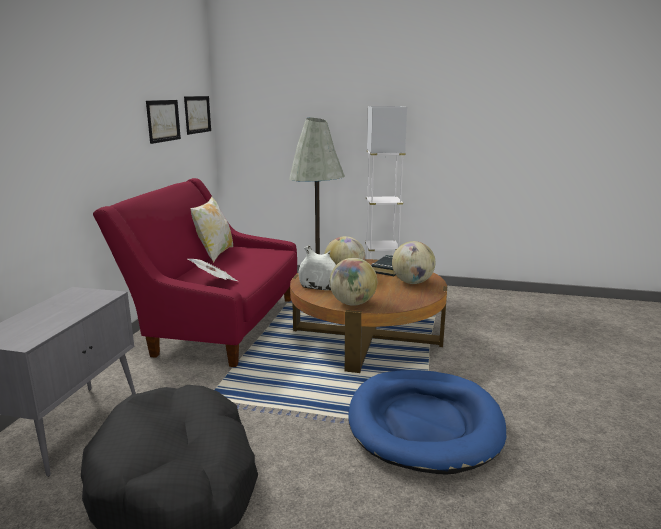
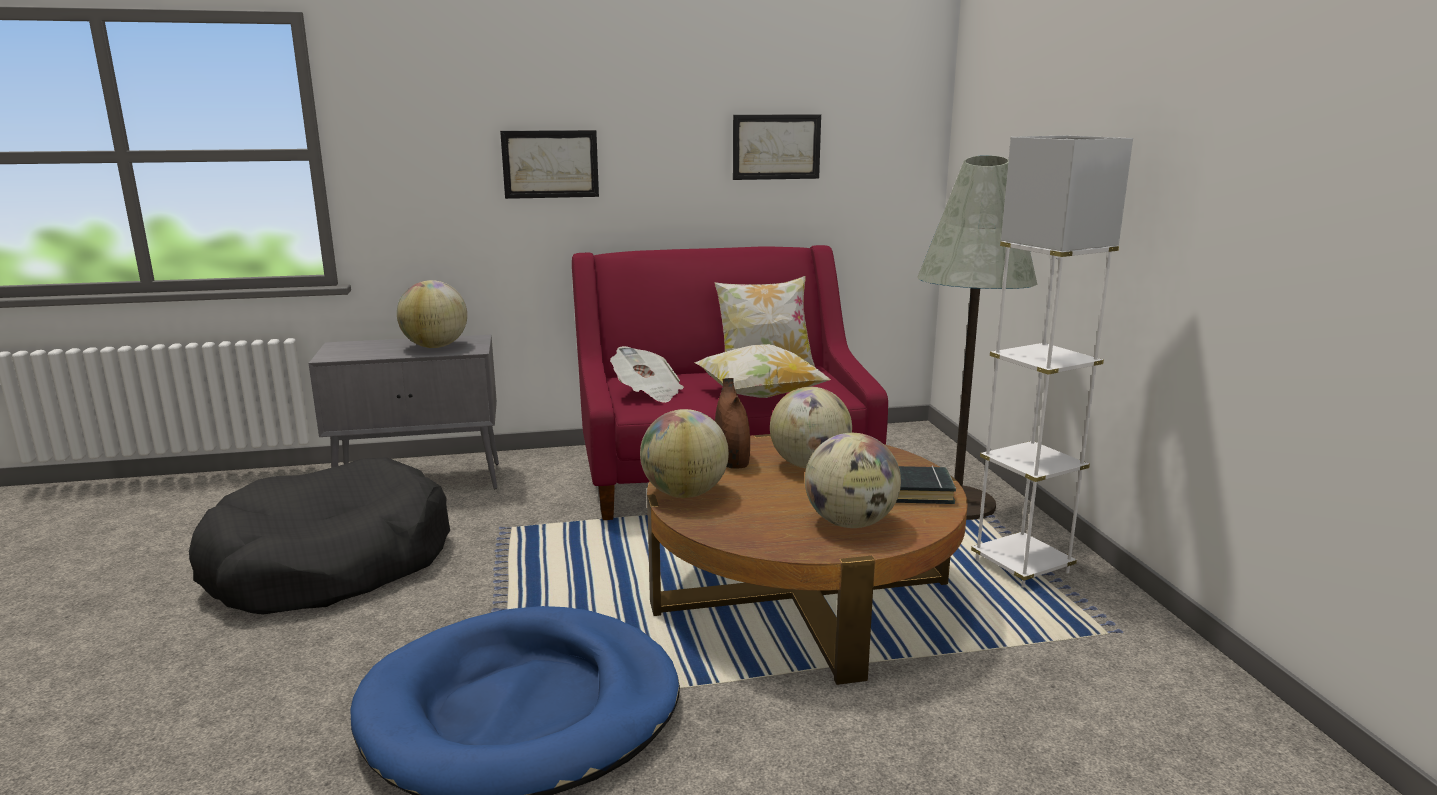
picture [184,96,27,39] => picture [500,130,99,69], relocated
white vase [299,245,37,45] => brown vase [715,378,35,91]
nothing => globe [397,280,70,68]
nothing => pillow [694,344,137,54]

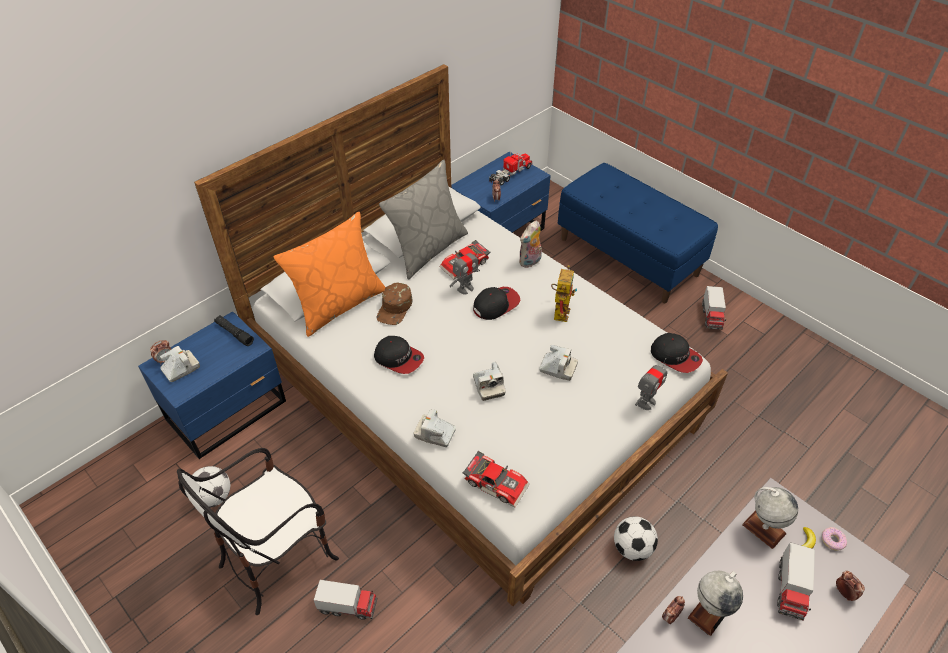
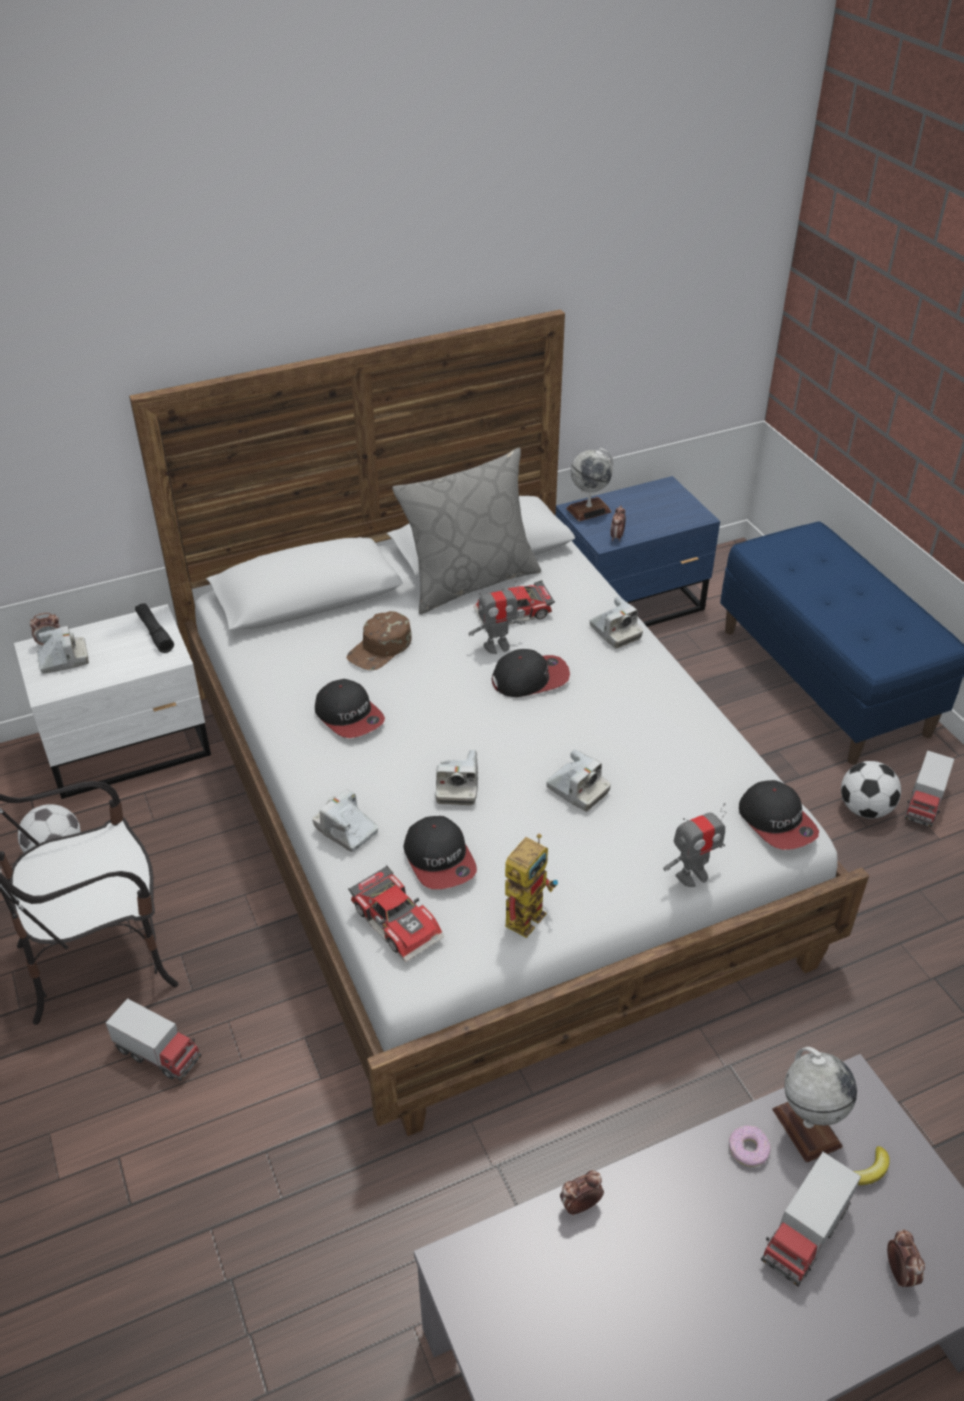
blue nightstand [138,311,148,148] => white nightstand [14,604,197,195]
orange pillow [274,212,112,125] => nothing
toy truck [489,152,43,34] => nothing
plush toy [519,221,23,47] => photo camera [590,596,53,53]
toy robot [551,265,26,57] => toy robot [505,834,53,104], relocated
football [614,516,44,45] => football [841,761,60,58], relocated
globe [688,571,55,65] => globe [566,448,47,73], relocated
donut [822,527,25,24] => donut [729,1126,42,41], relocated
nothing => cap [403,816,74,73]

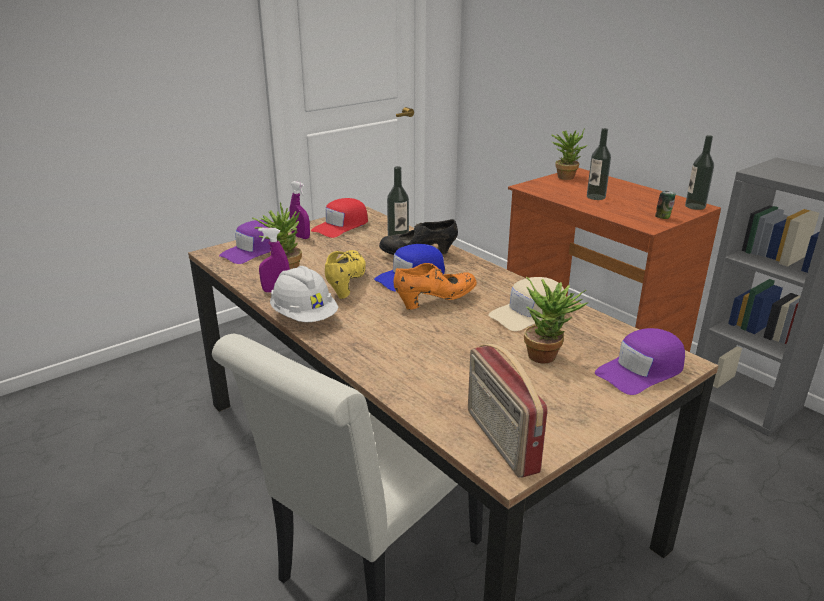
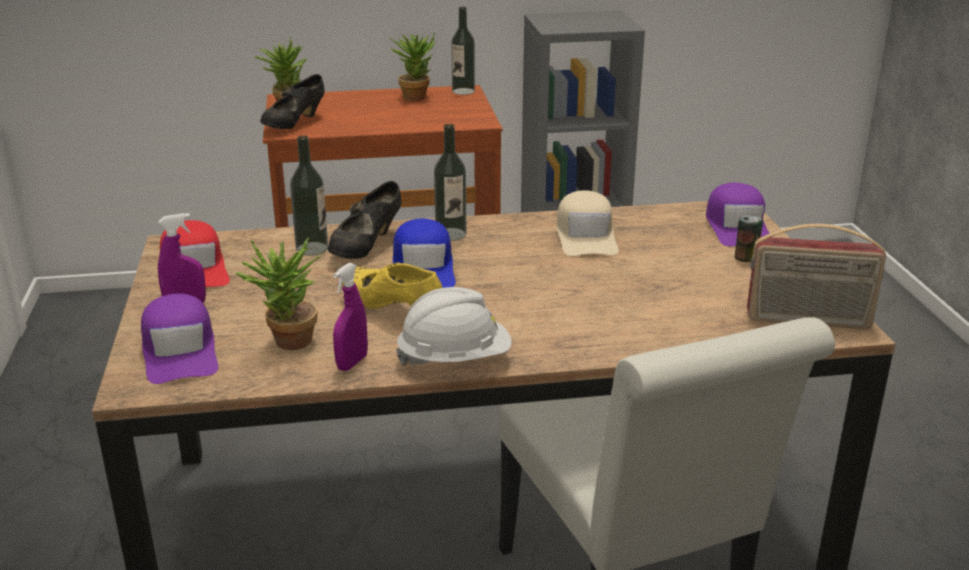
orange shoe [394,263,83,47] => nothing
potted plant [524,277,63,87] => potted plant [389,32,46,69], relocated
bottle [587,128,24,72] => bottle [434,124,32,117], relocated
can [655,191,21,28] => can [735,216,28,46], relocated
nothing => black shoe [260,74,65,55]

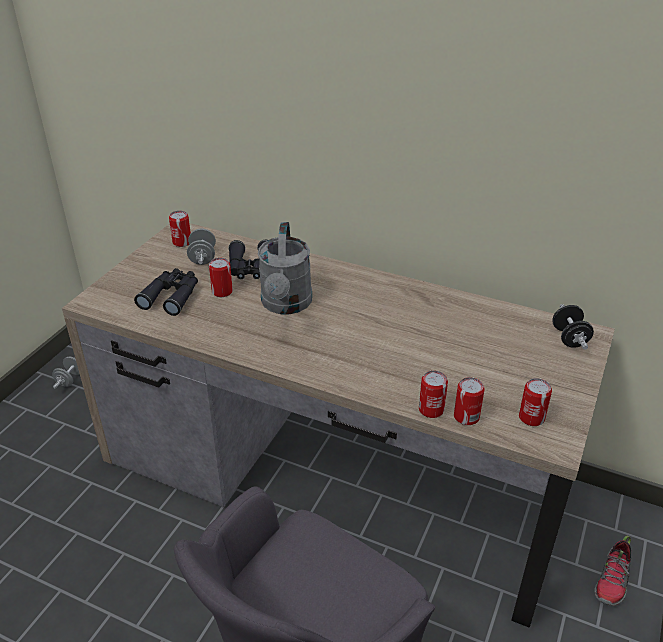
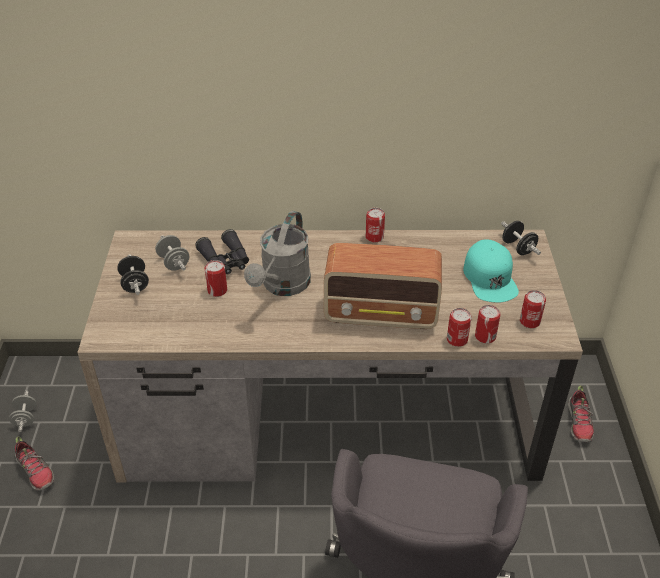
black binoculars [134,268,64,48] => nothing
can [169,211,22,36] => can [366,208,19,34], relocated
grey watering can [257,222,55,93] => grey watering can [244,211,67,85], 45 degrees clockwise
nothing => shoe [15,436,39,55]
nothing => black dumbbell [117,255,32,40]
nothing => radio [324,243,118,86]
nothing => turquoise cap [463,239,56,64]

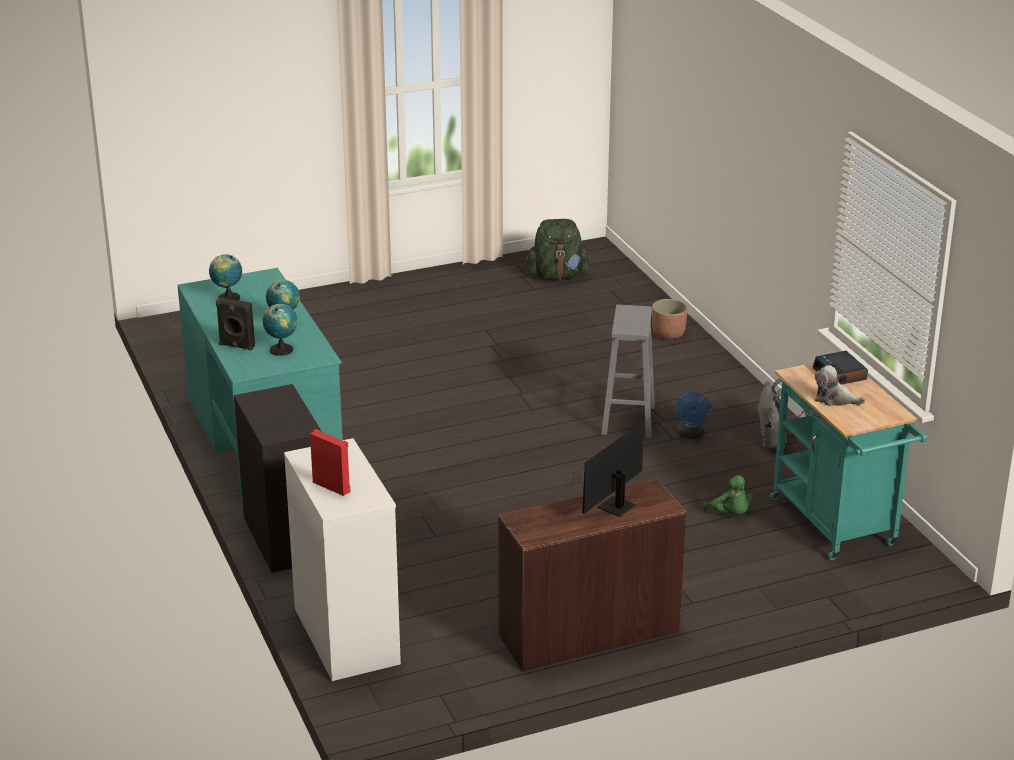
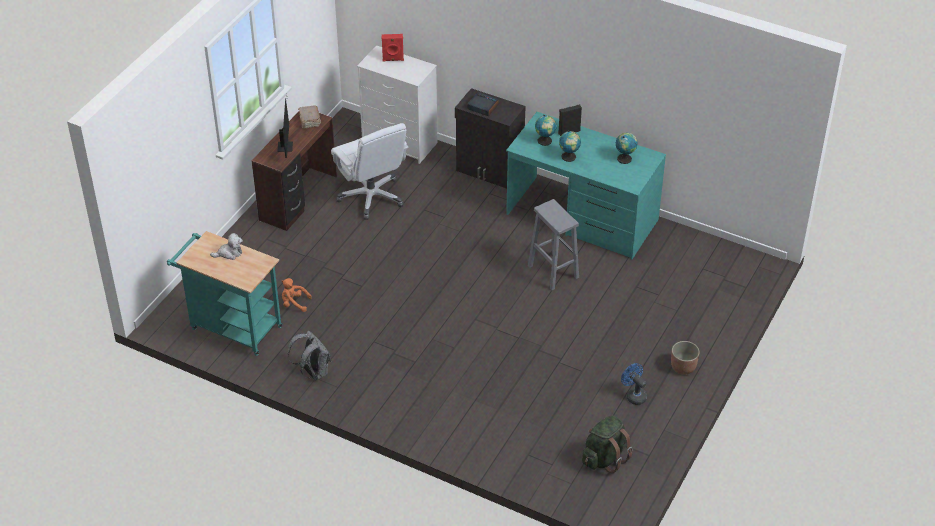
grey stool [601,305,54,133] => grey stool [528,199,51,91], relocated
planter [652,299,36,41] => planter [671,341,29,34], relocated
blue fan [675,392,37,47] => blue fan [621,363,26,42], relocated
green plush toy [703,475,51,40] => orange plush toy [282,278,30,34]
alarm clock [812,351,56,34] => alarm clock [467,92,32,24], relocated
nothing => brown book [298,105,23,24]
nothing => white office chair [331,123,77,97]

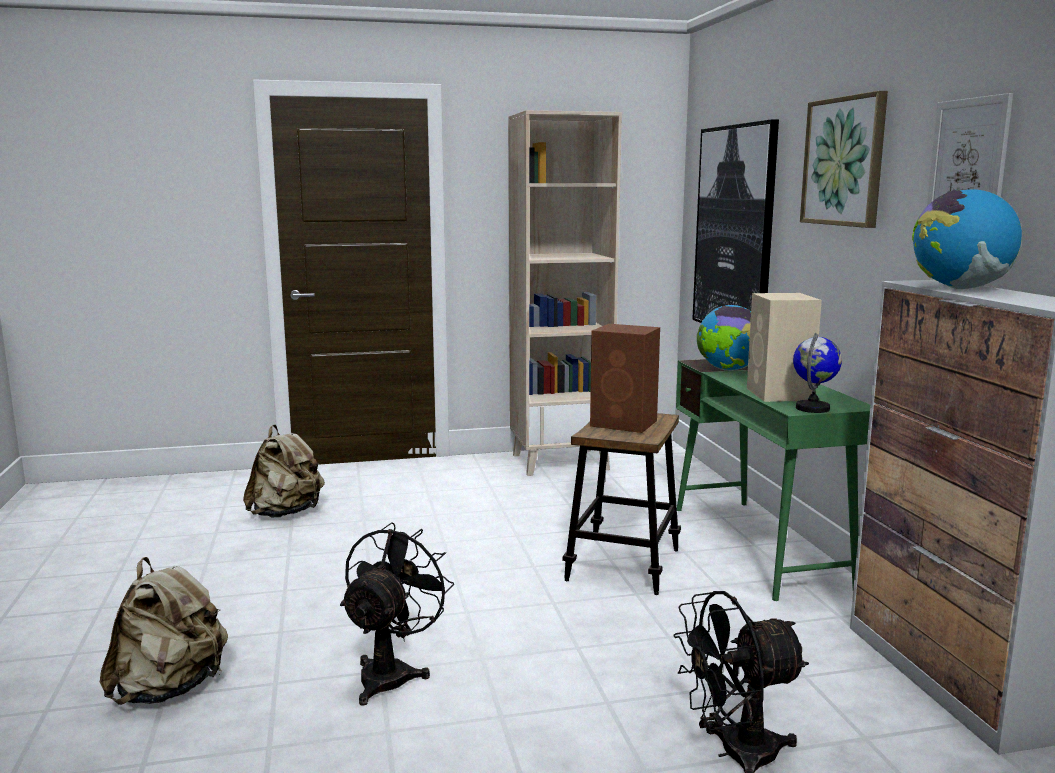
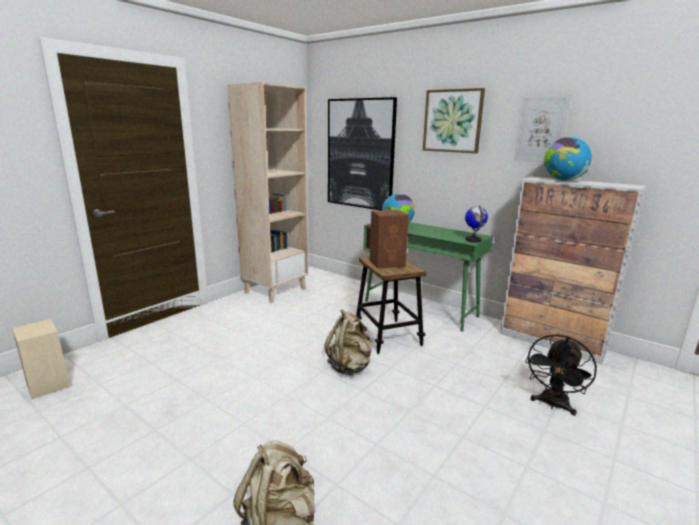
beige backpack [243,425,82,93] => beige backpack [324,309,48,66], relocated
black fan [340,522,114,184] => nothing
beige speaker [747,293,75,109] => beige speaker [12,319,58,80], relocated

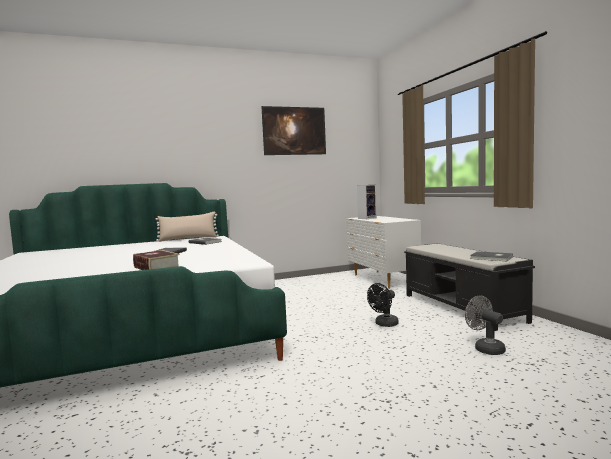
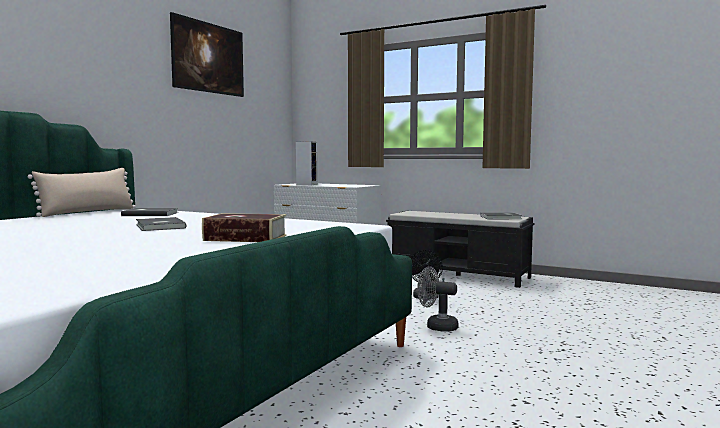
grey fan [465,295,41,60] => grey fan [417,266,42,66], relocated

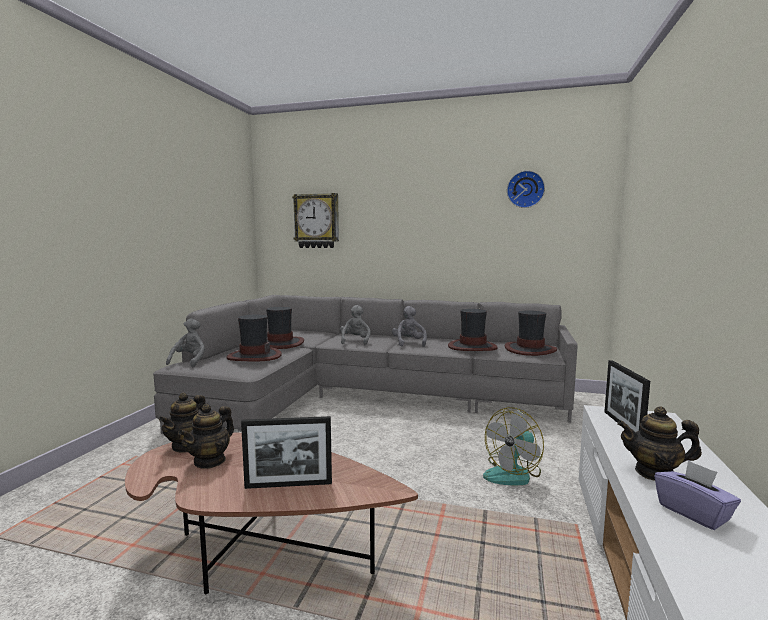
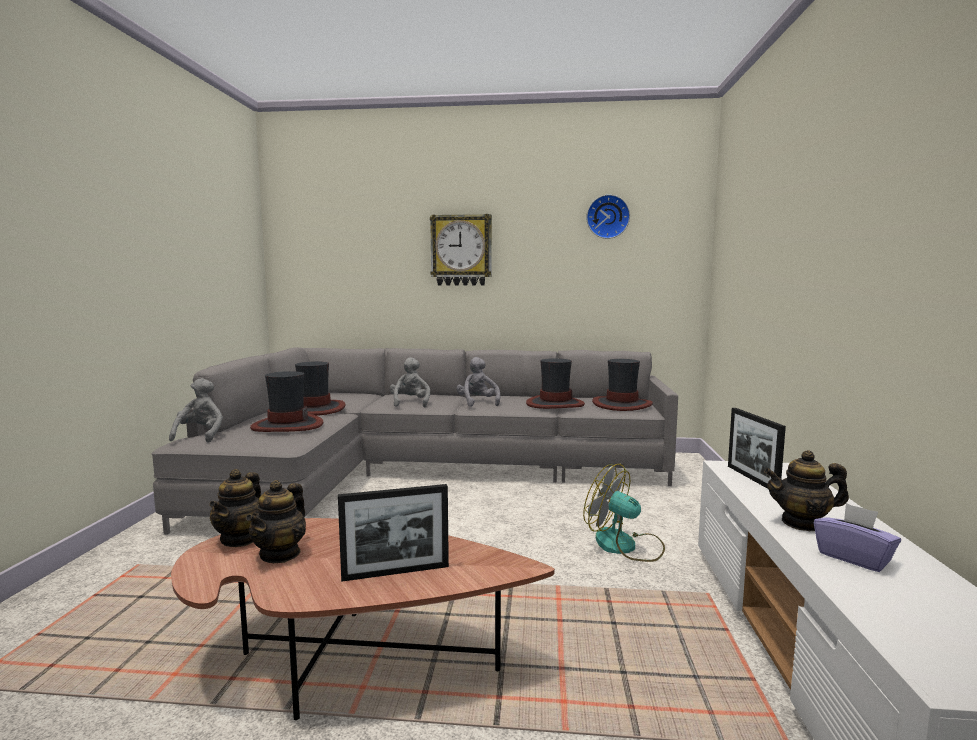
wall clock [292,193,47,55] => wall clock [430,214,62,72], relocated
fan [483,407,61,79] => fan [583,464,82,98], 90 degrees clockwise

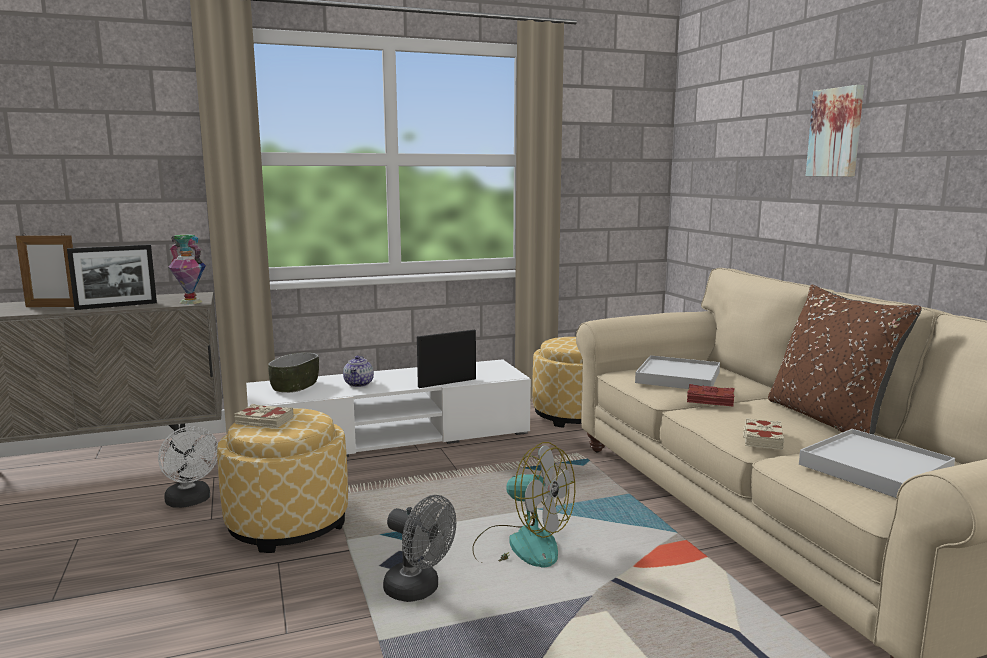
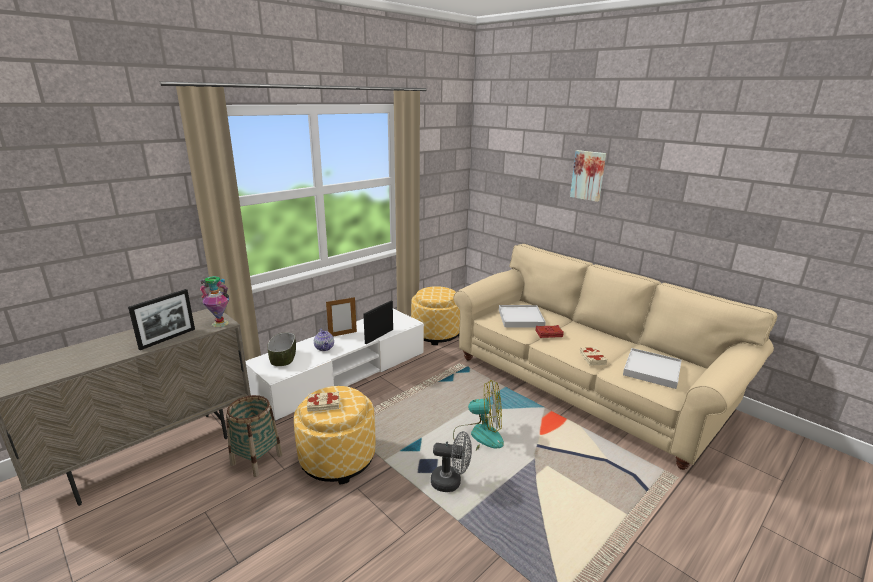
picture frame [16,234,58,73] => picture frame [326,297,31,40], relocated
white fan [158,426,60,82] => basket [226,395,57,82]
brown pillow [768,285,154,150] => nothing

